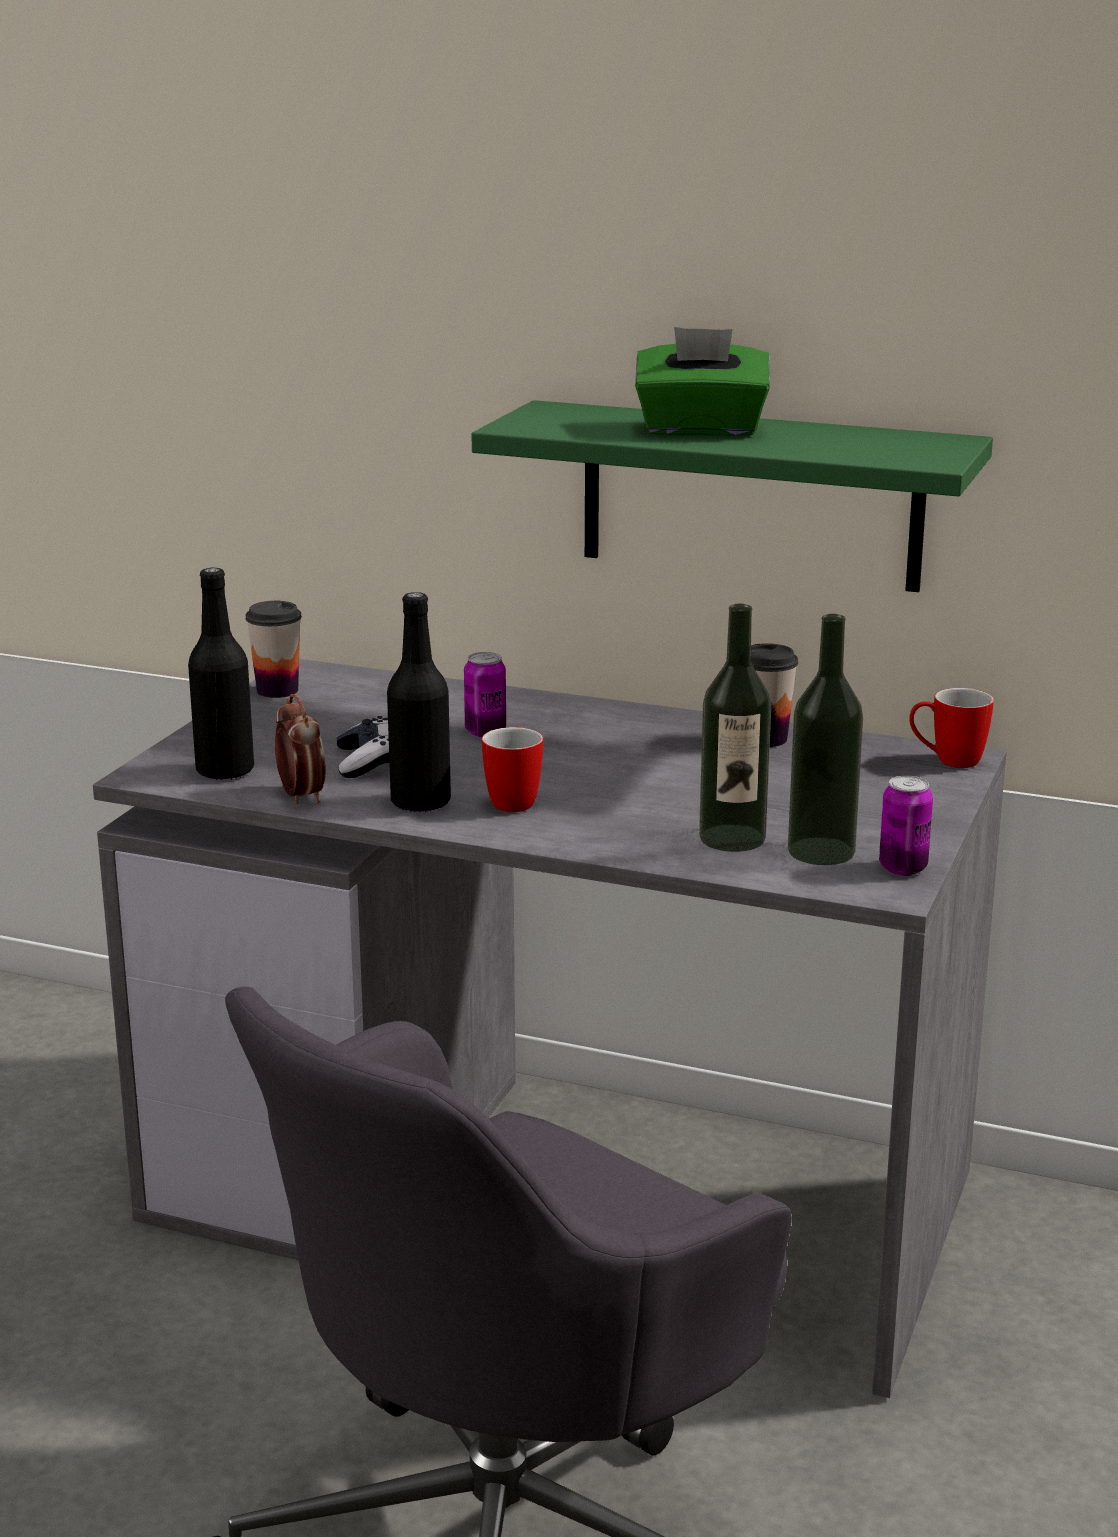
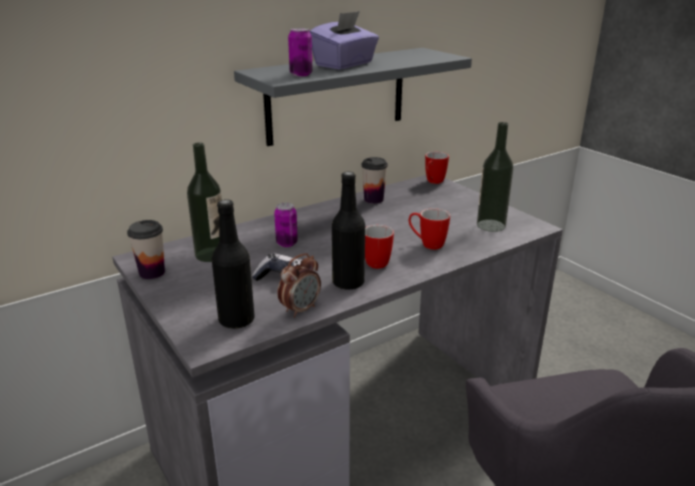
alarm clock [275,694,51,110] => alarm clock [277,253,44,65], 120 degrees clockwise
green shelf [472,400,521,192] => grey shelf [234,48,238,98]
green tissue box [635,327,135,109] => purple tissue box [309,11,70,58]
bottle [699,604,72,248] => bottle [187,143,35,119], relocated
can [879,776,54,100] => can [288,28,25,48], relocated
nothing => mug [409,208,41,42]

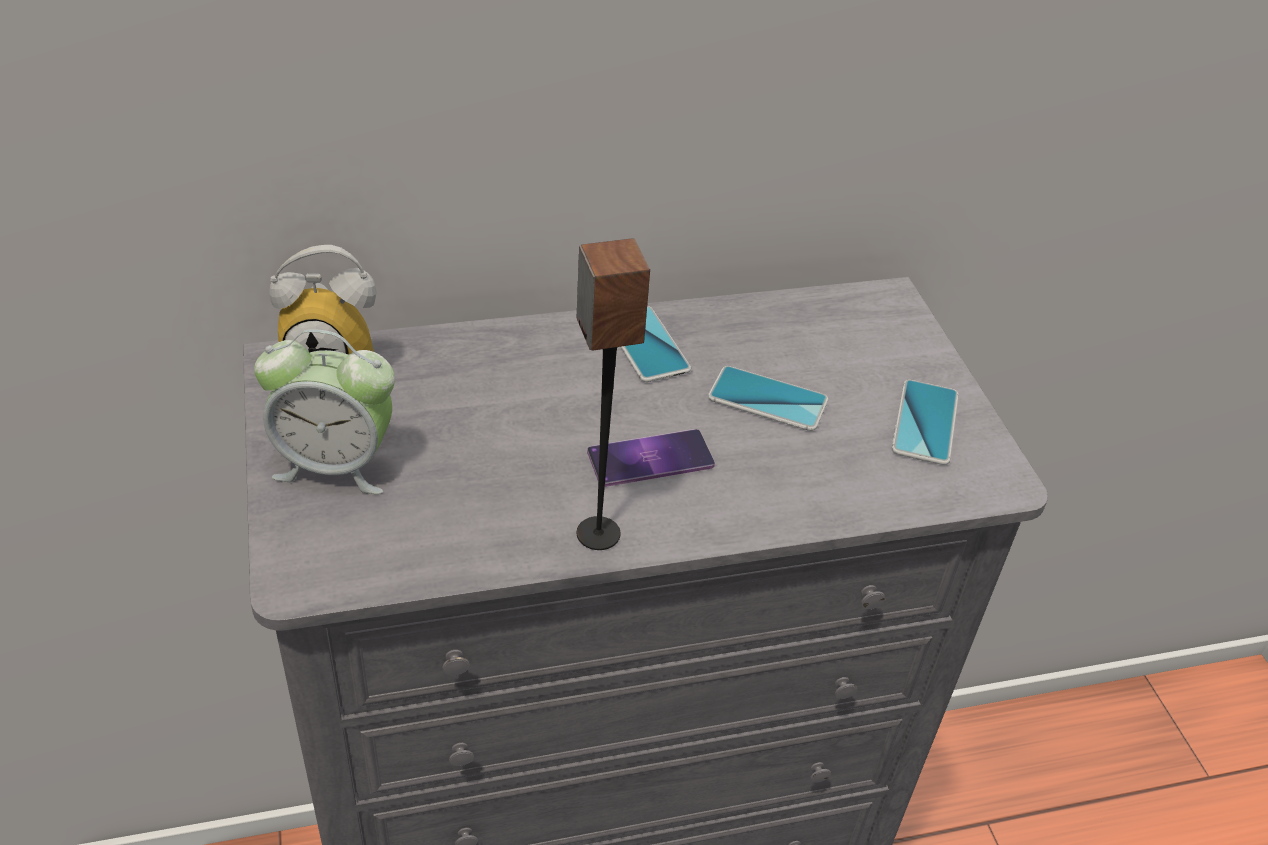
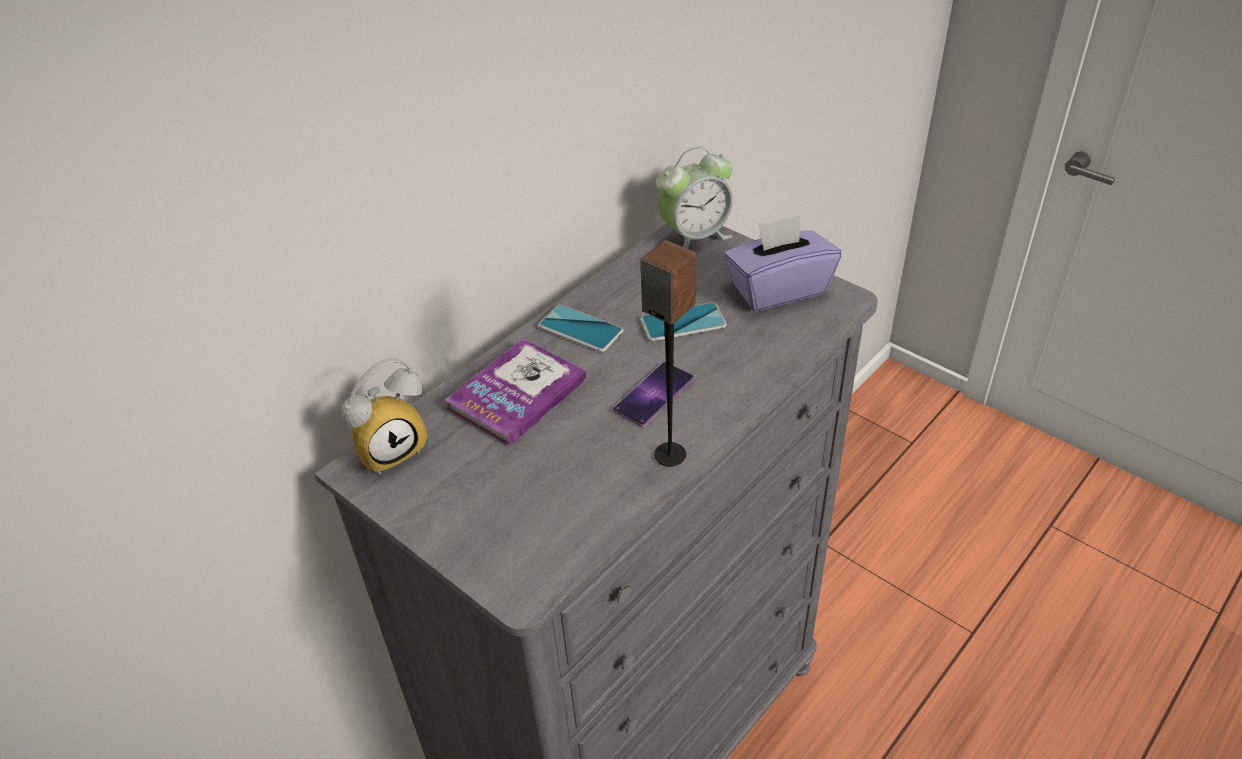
alarm clock [254,329,141,165] => alarm clock [656,147,77,102], relocated
phone [892,380,67,85] => purple tissue box [724,215,117,96]
nothing => book [445,338,141,108]

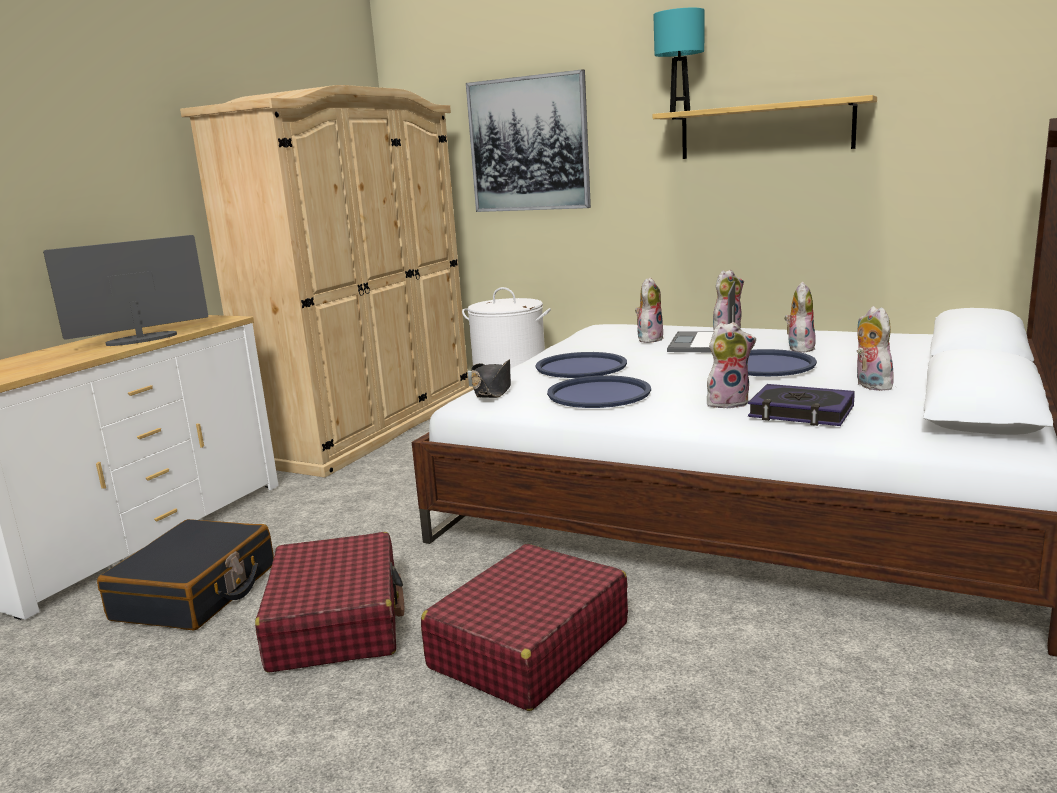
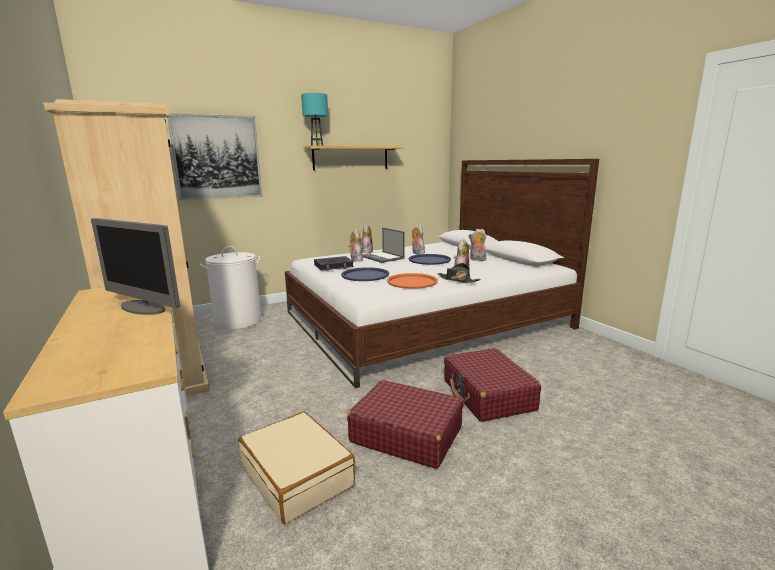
monitor [43,235,165,111] => monitor [91,218,89,97], 60 degrees counterclockwise
black suitcase [97,519,177,112] => beige suitcase [238,411,117,113]
black hat [471,359,40,39] => black hat [438,263,43,20], relocated
blue tray [547,375,104,33] => orange tray [387,273,51,16]
book [748,384,107,42] => book [314,256,40,15], relocated

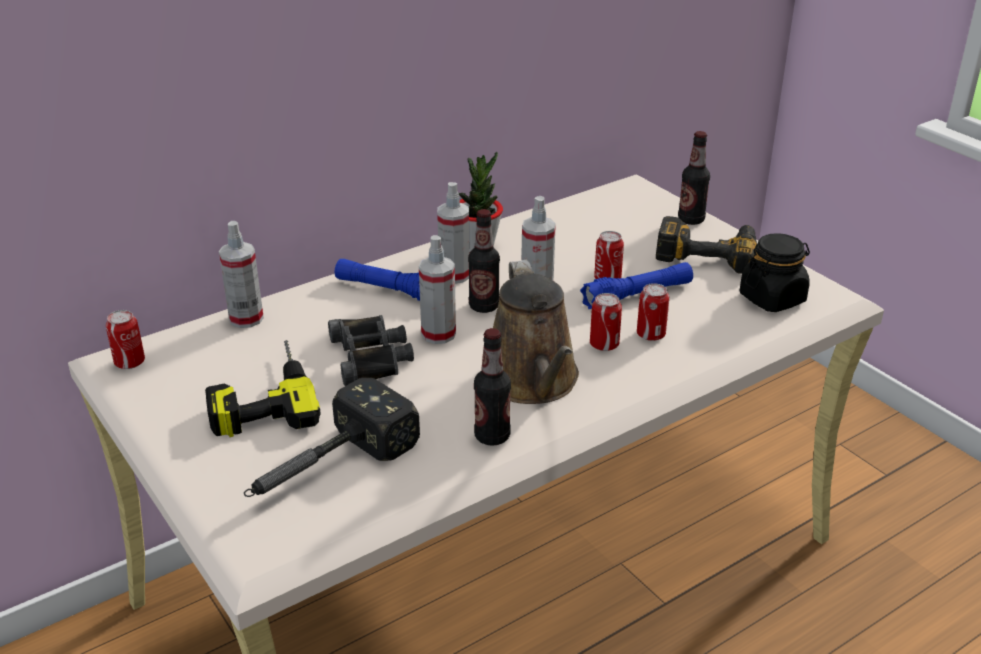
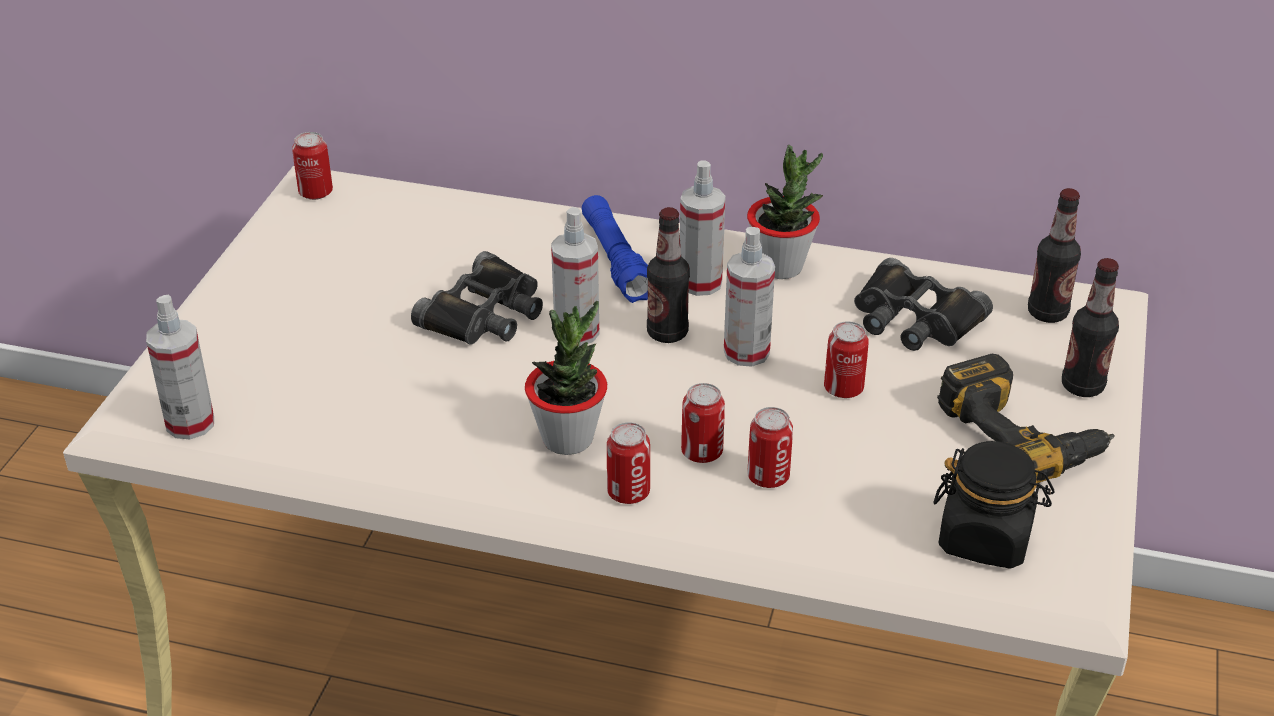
power drill [205,340,116,97] => nothing
spray bottle [219,221,45,107] => spray bottle [146,295,68,144], relocated
hammer [244,378,176,119] => nothing
bottle [474,328,37,118] => bottle [1028,188,53,135], relocated
brown watering can [493,260,86,144] => potted plant [525,300,82,155]
blue flashlight [580,262,113,47] => nothing
nothing => can [607,422,43,82]
nothing => black binoculars [854,258,139,93]

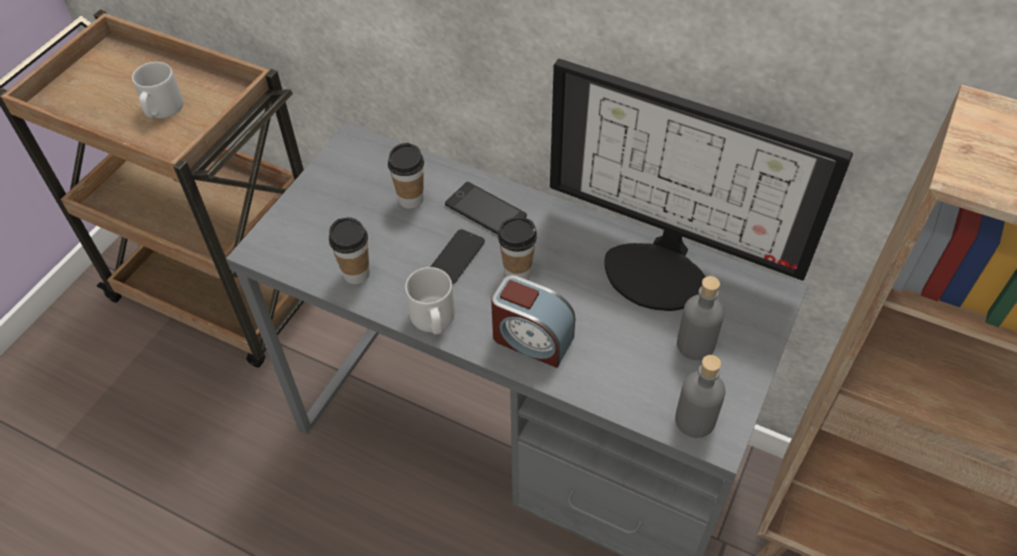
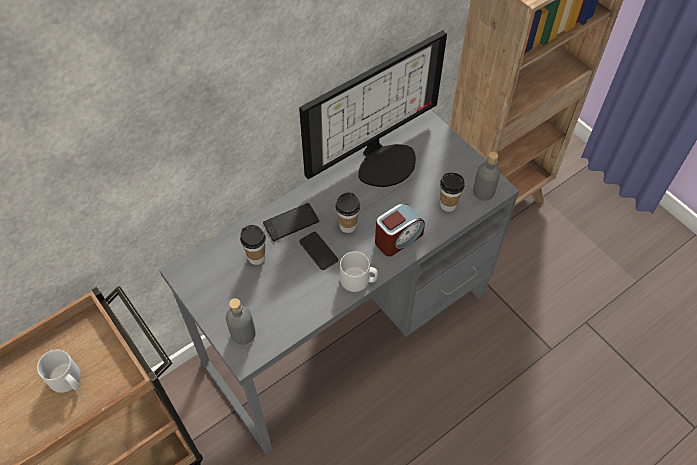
cup [329,217,41,67] => cup [440,172,25,40], relocated
grey bottle [677,276,47,84] => grey bottle [226,298,30,47], relocated

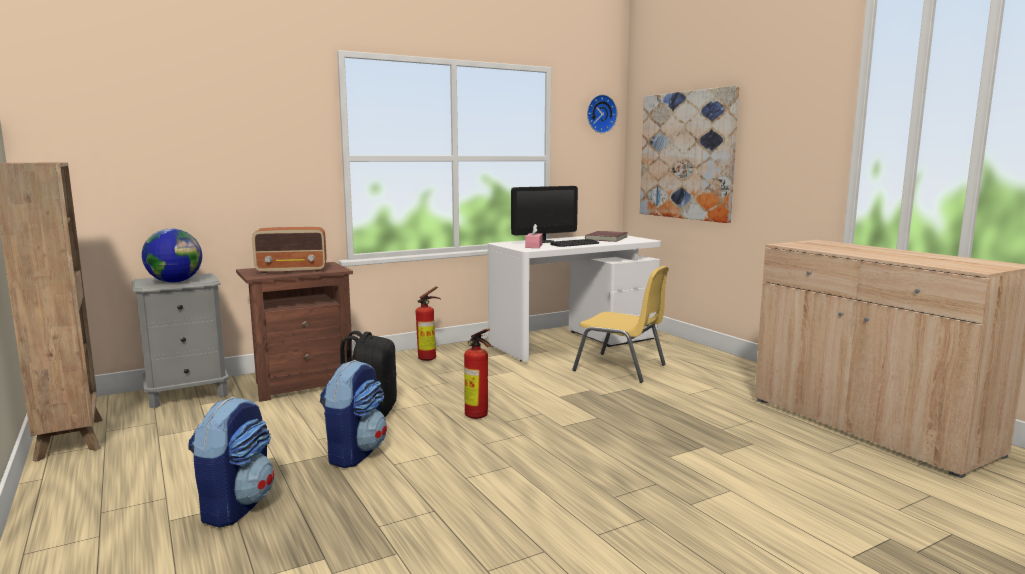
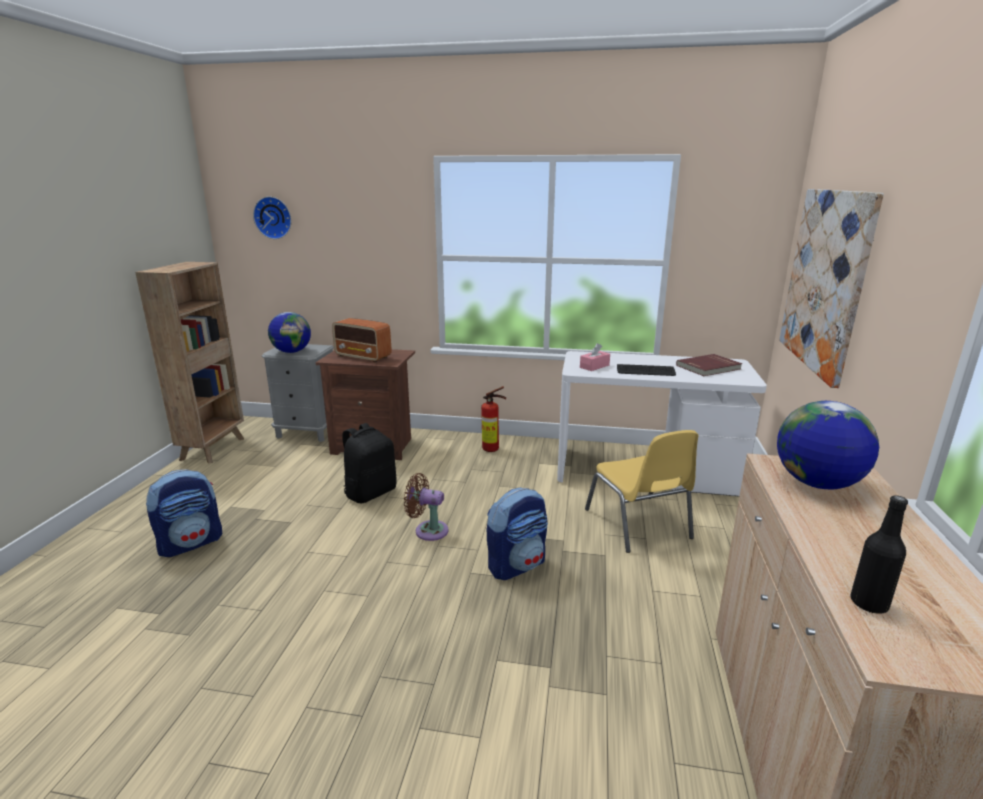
backpack [320,360,67,108] => backpack [487,488,61,92], relocated
fire extinguisher [464,329,27,90] => brown fan [404,473,44,68]
monitor [511,186,67,57] => nothing
wall clock [587,94,30,39] => wall clock [253,196,38,43], relocated
nothing => globe [777,401,102,89]
nothing => black bottle [850,495,58,119]

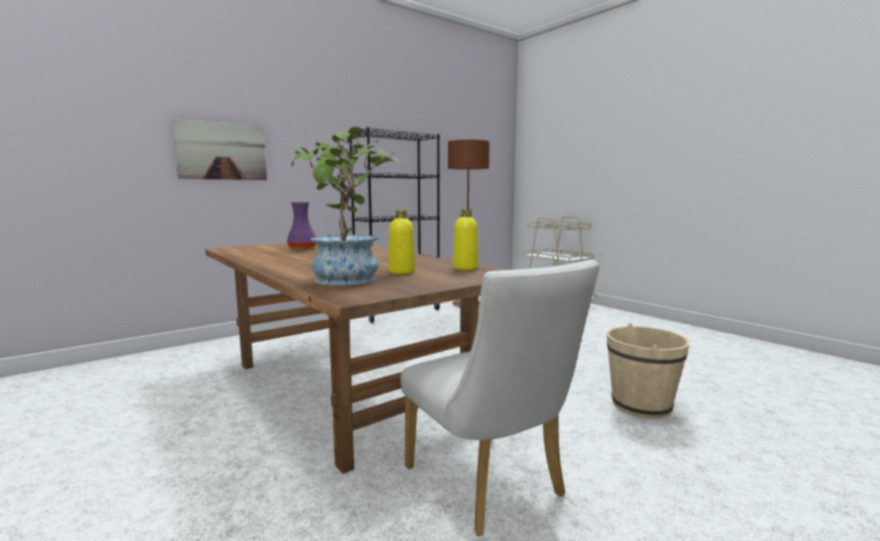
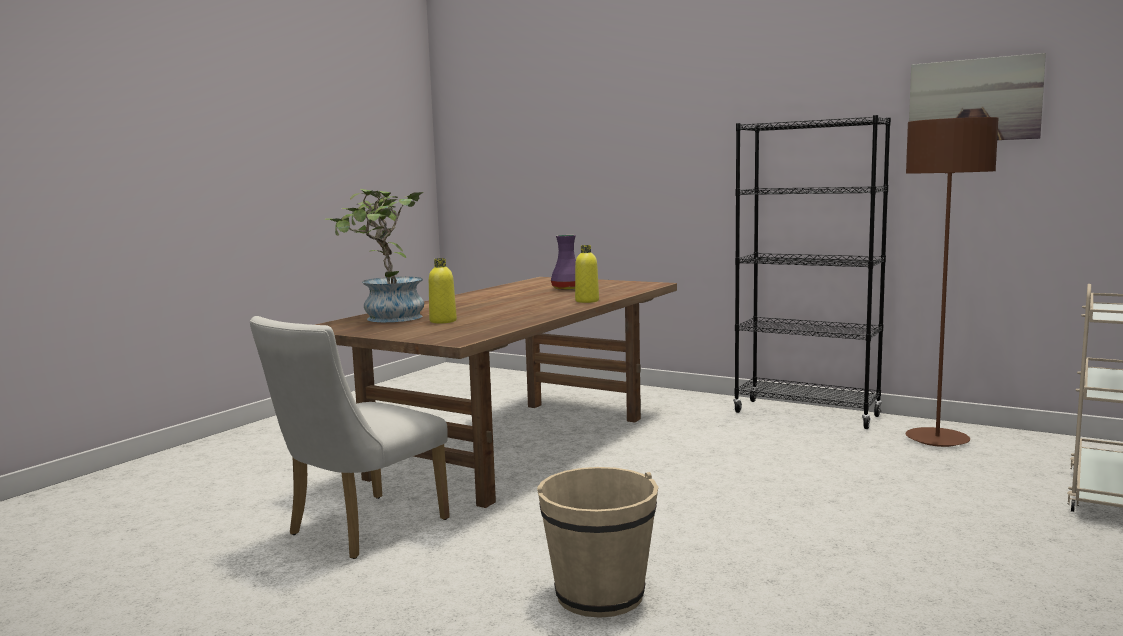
picture [172,119,95,61] => picture [909,53,137,87], relocated
yellow bottle [453,209,25,61] => yellow bottle [575,245,24,58], relocated

